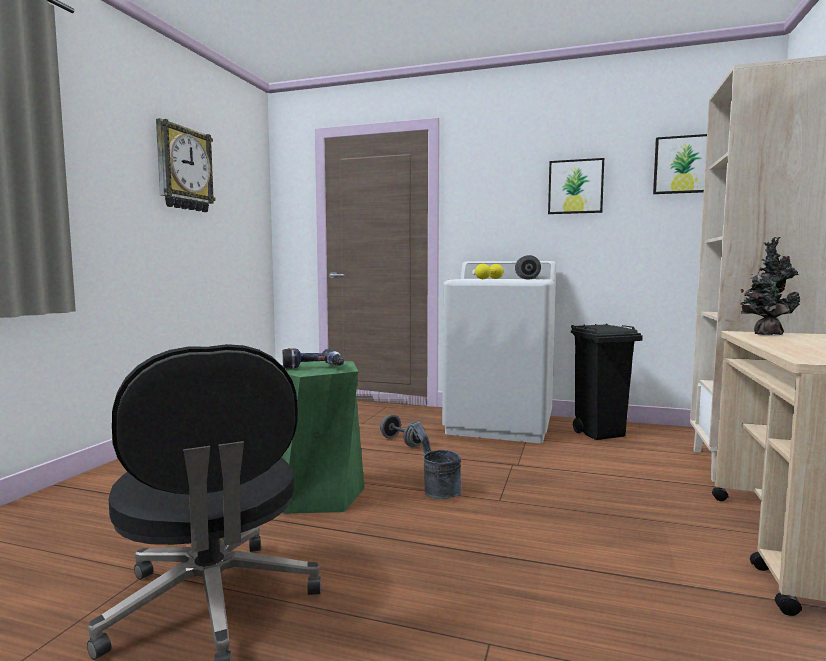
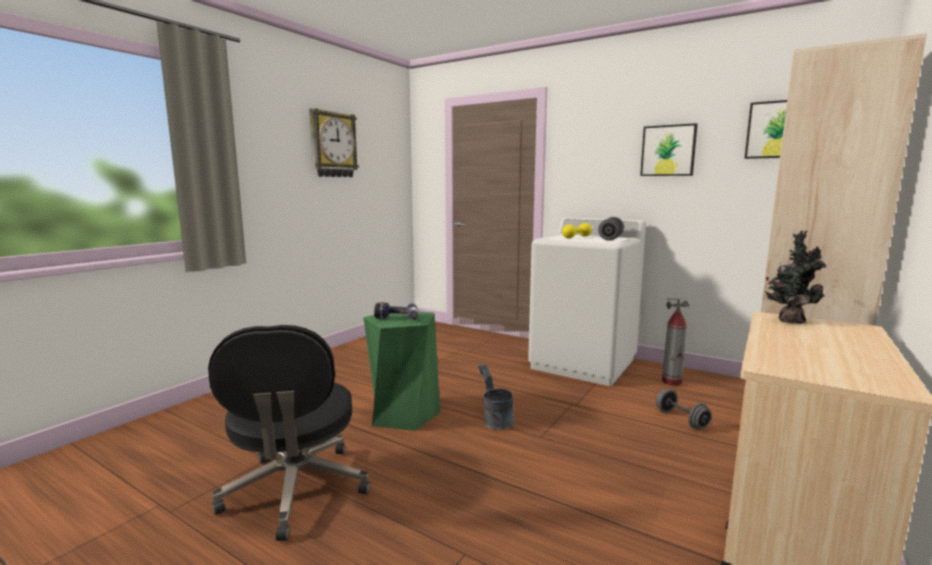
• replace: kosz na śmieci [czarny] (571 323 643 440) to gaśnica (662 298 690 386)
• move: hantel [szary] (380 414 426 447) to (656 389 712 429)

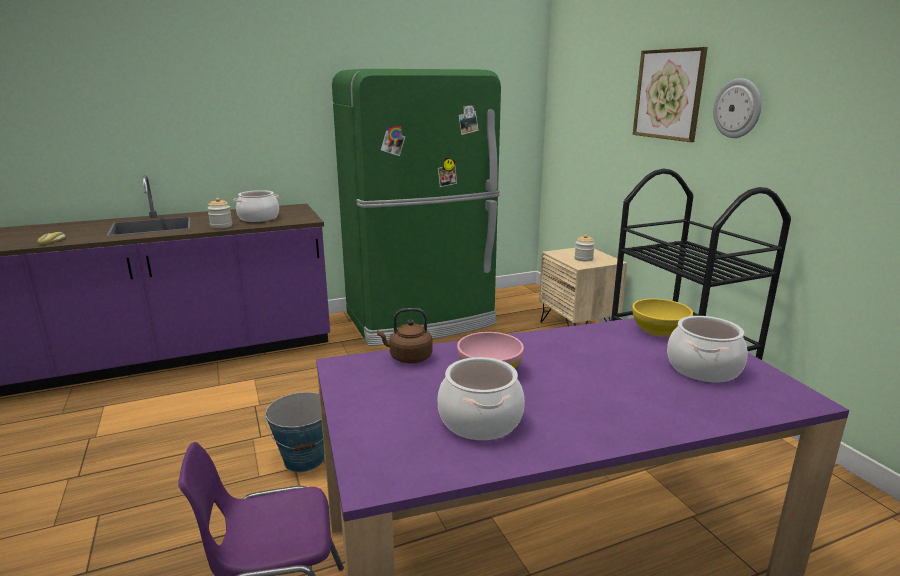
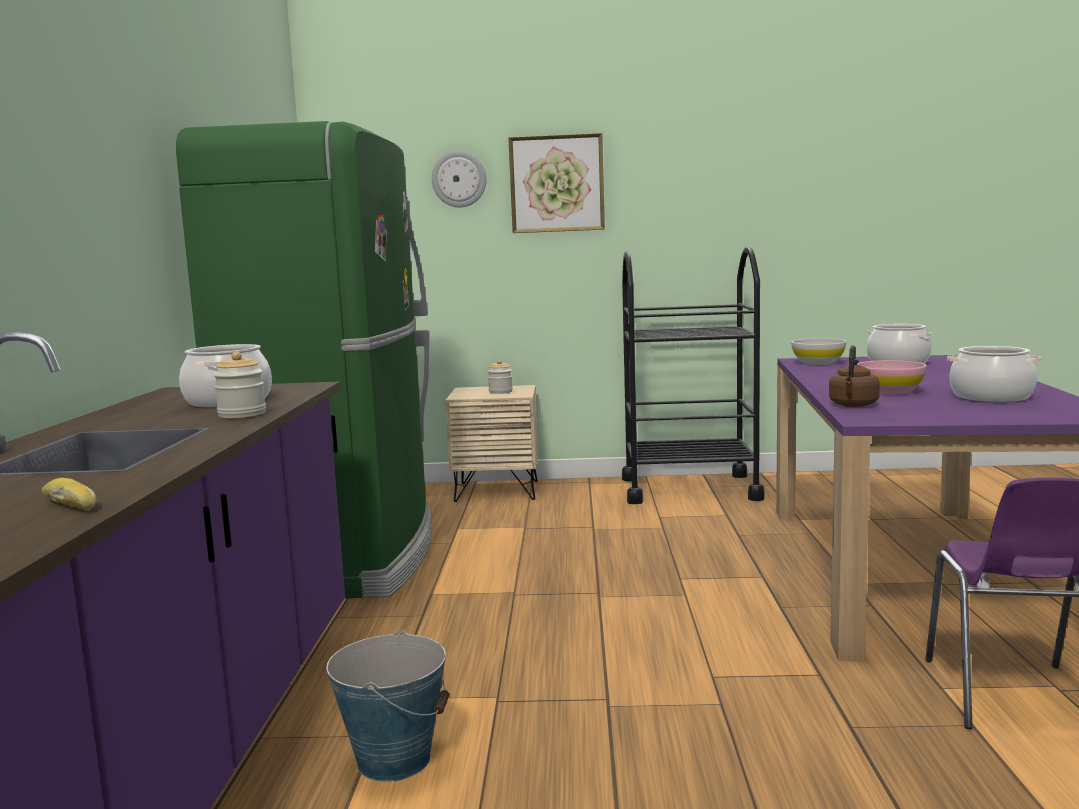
• move: zegar ścienny (713 78 761 138) to (432 151 487 207)
• recolor: miska [żółty] (632 299 693 337) to miska [biały] (791 338 846 365)
• move: wiadro (265 392 324 472) to (326 629 450 782)

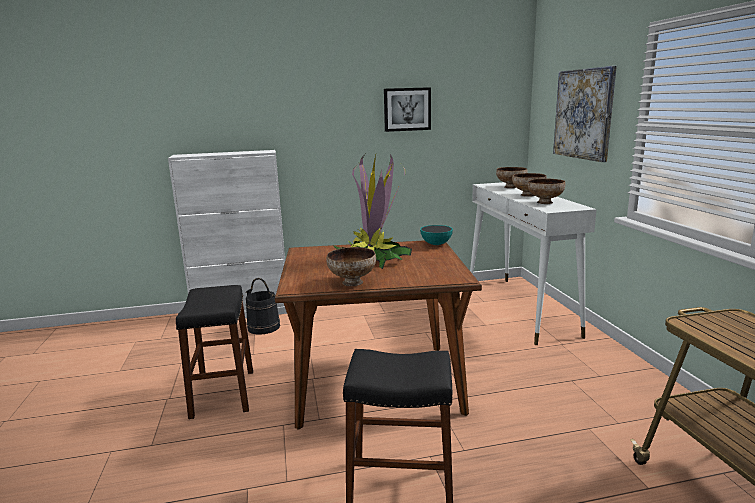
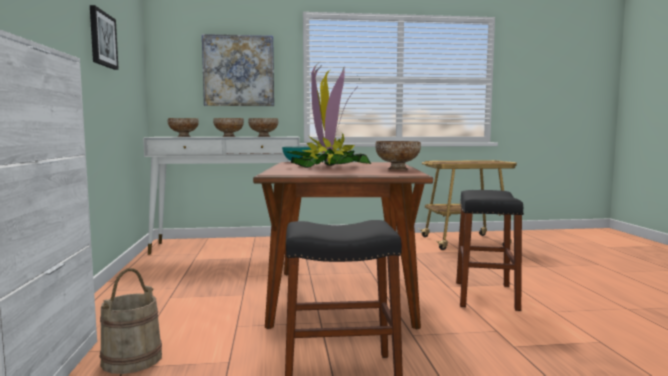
• recolor: wiadro [czarny] (246 278 280 335) to wiadro [beżowy] (100 268 162 374)

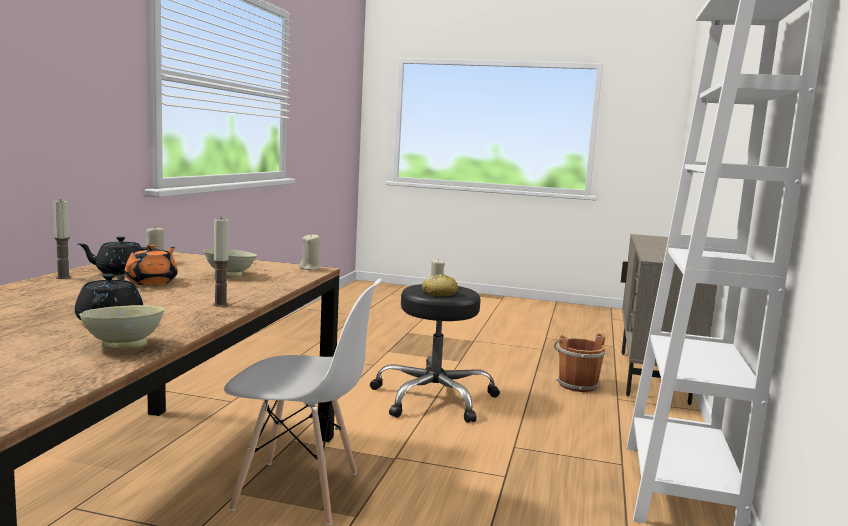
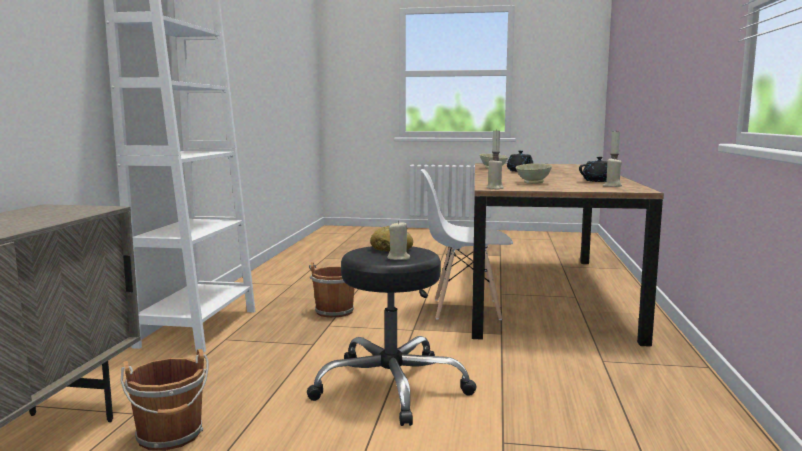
• delete: imbryk [pomarańczowy] (124 244 178 285)
• insert: wiadro [brązowy] (309 262 354 318)

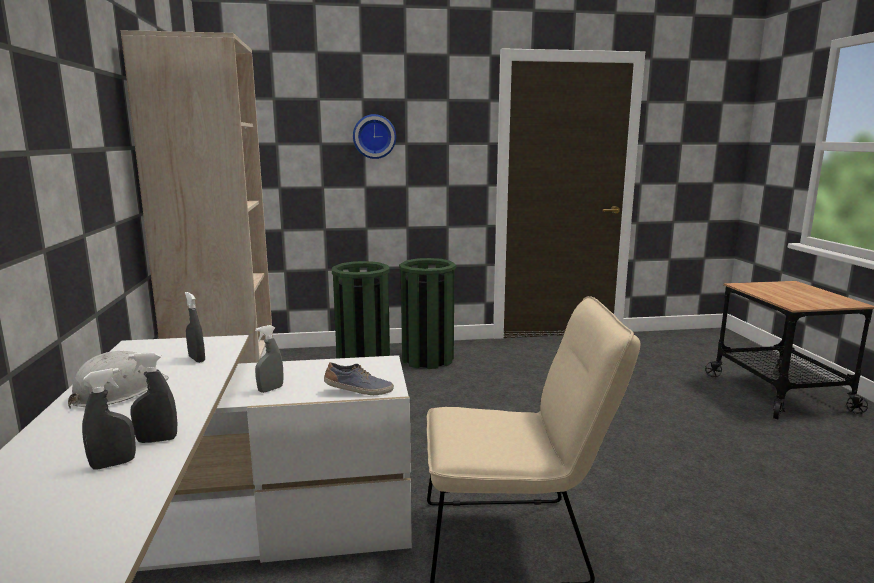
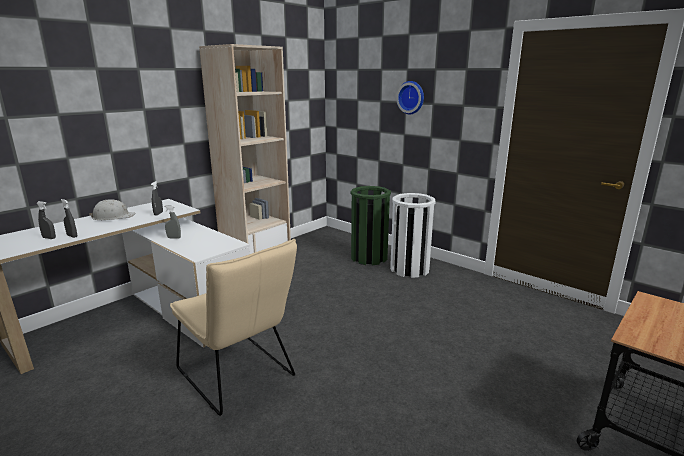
• recolor: kosz na śmieci [zielony] (399 258 456 369) to kosz na śmieci [biały] (390 193 436 278)
• delete: but (324 362 394 395)

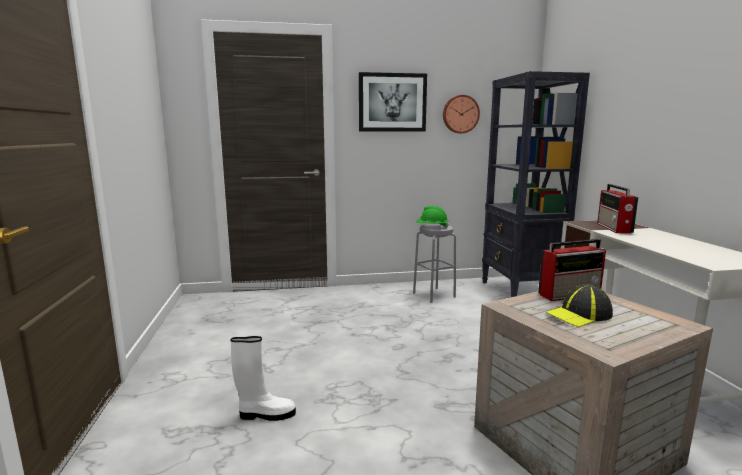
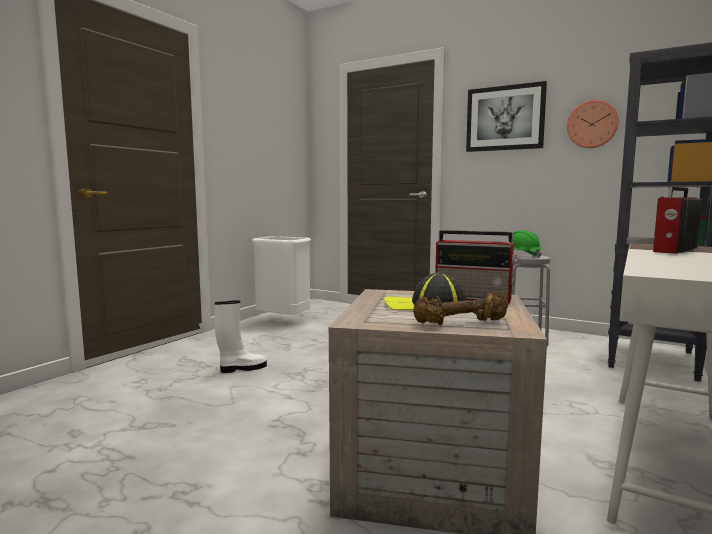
• rotate: but z cholewką [biały] (231 336 296 421) = (215 300 267 373) 60 degrees counterclockwise
• insert: kosz na śmieci [biały] (252 236 311 315)
• insert: hantel [brązowy] (413 292 508 325)

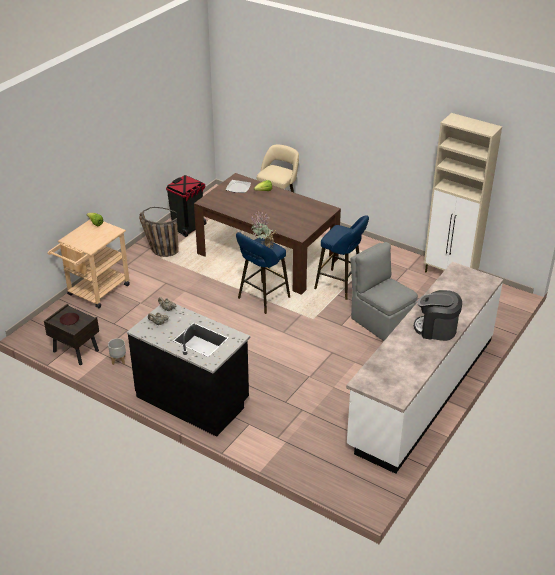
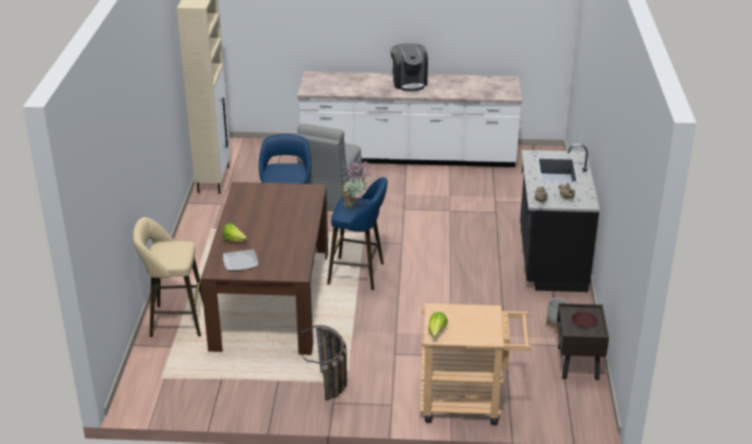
• delete: kosz na śmieci [czarny] (166 175 207 237)

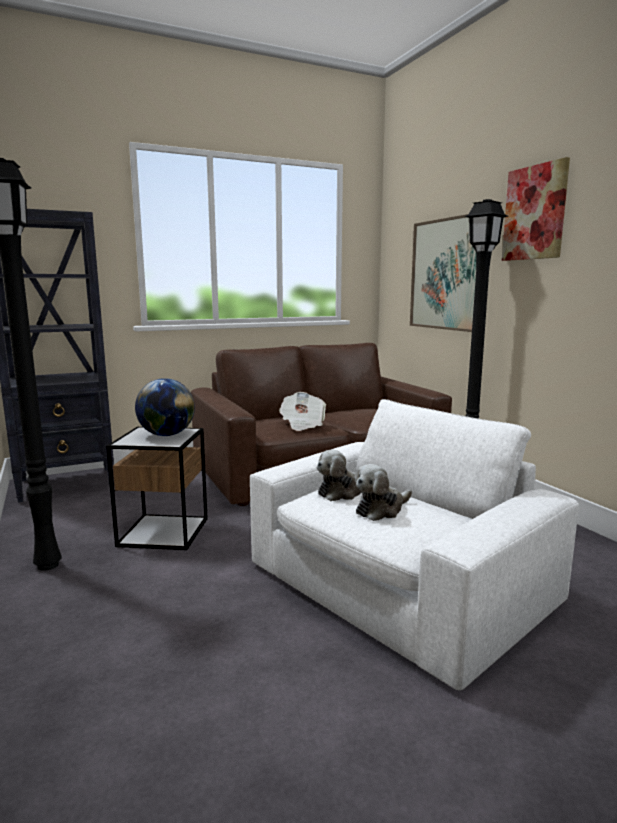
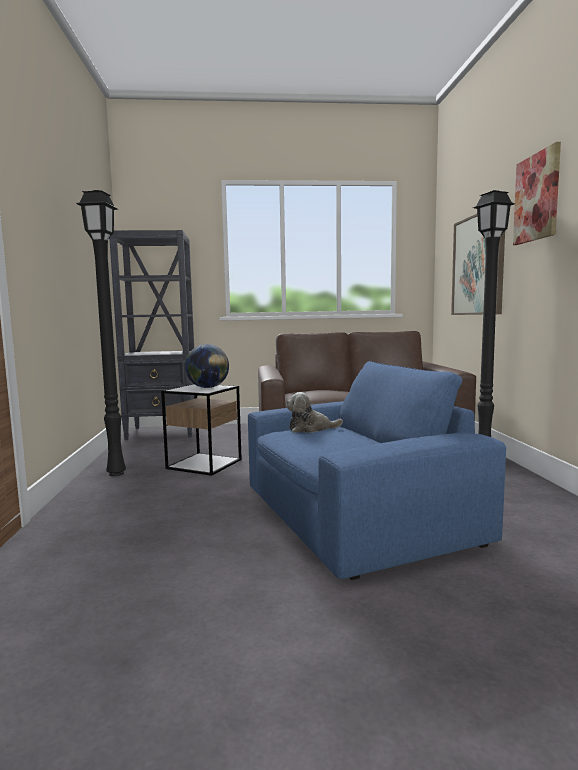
• delete: gazeta (279 392 326 431)
• recolor: fotel [biały] (250 399 579 690) to fotel [niebieski] (248 361 506 580)
• delete: pluszak (355 464 412 521)

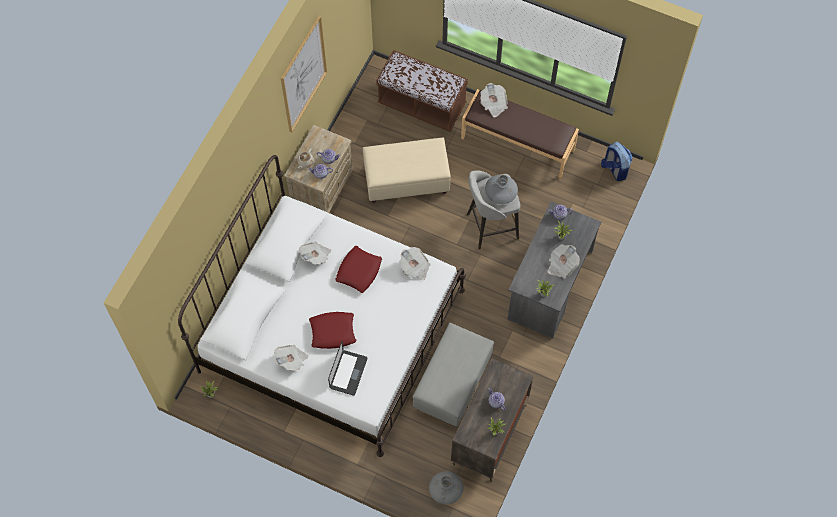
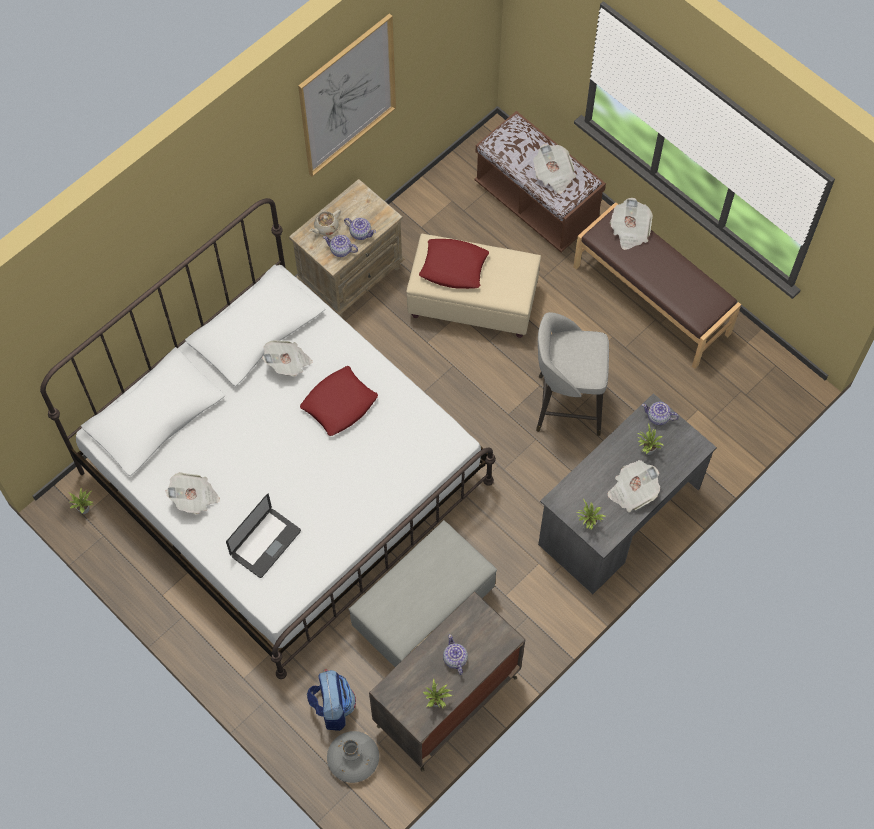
• move: plecak (601 142 633 181) to (307 669 356 731)
• delete: wazon [szary] (485 175 518 204)
• move: gazeta (399 247 430 281) to (533 144 576 194)
• move: poduszka [czerwony] (309 312 356 349) to (419 239 489 289)

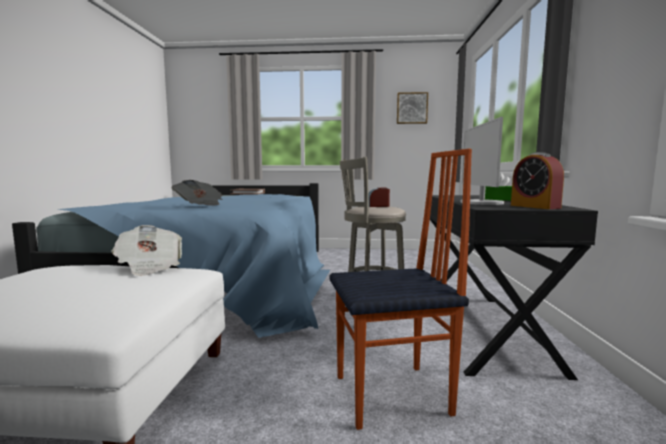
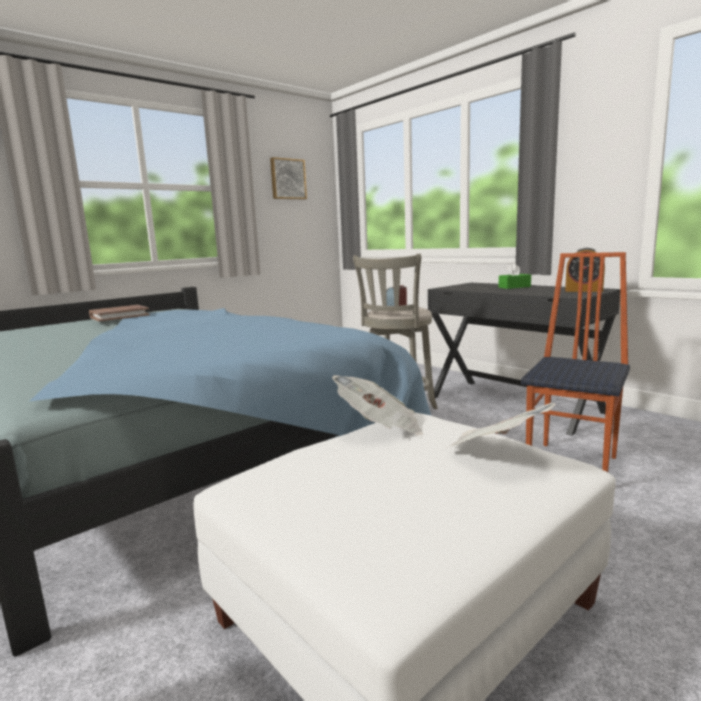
• delete: monitor (460 117 504 205)
• move: gazeta (172 180 223 206) to (446 402 555 448)

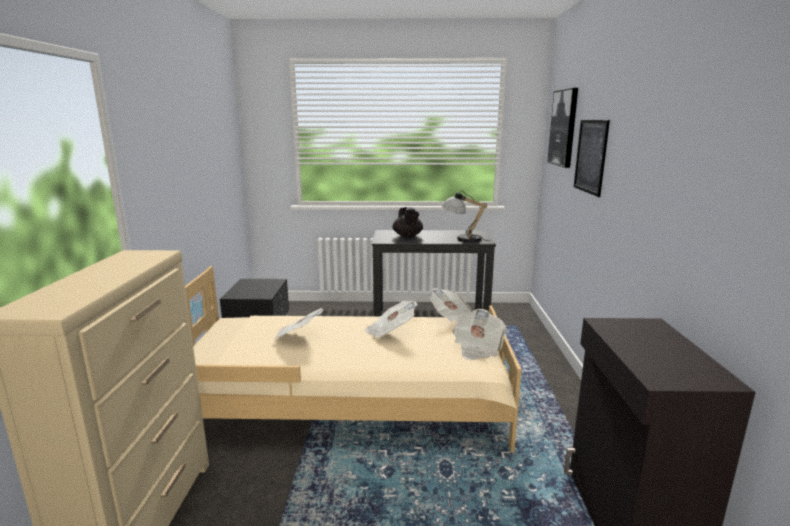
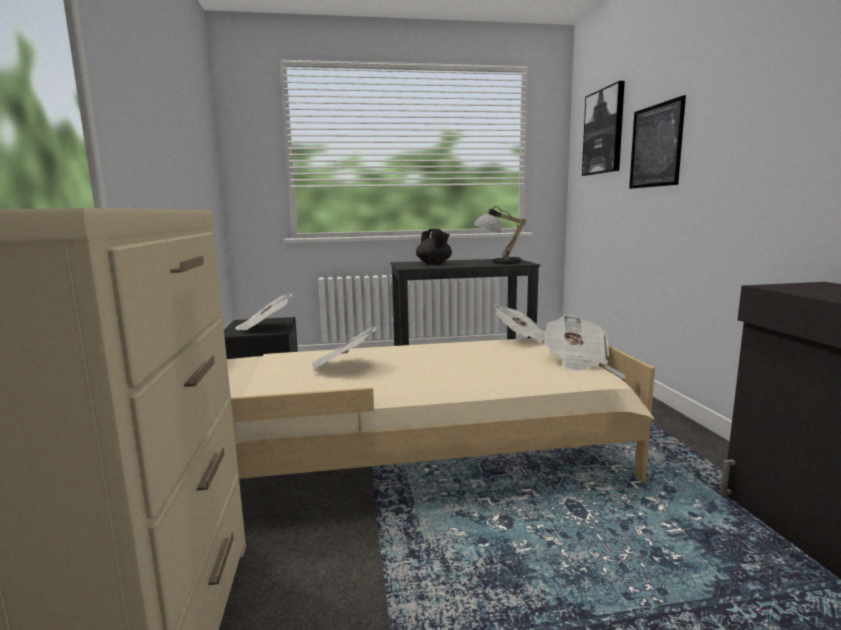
• move: gazeta (365 301 418 338) to (235 294 293 331)

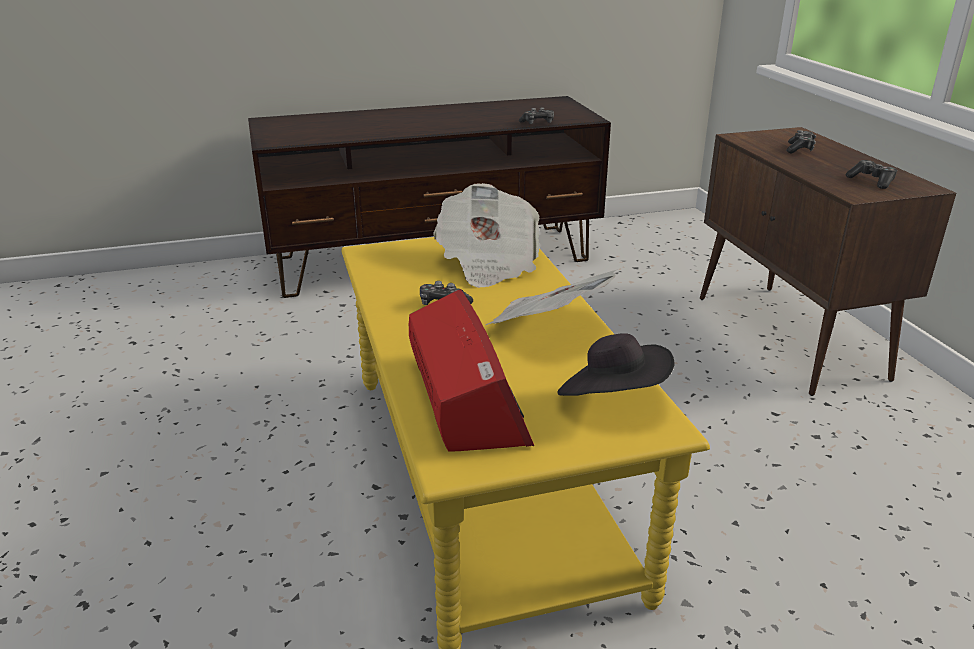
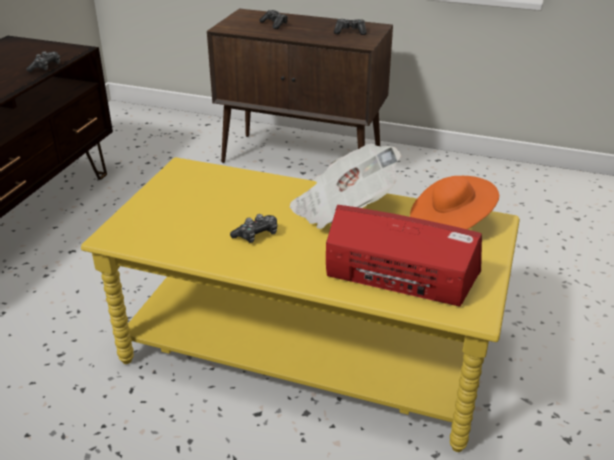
• delete: gazeta (433 183 540 288)
• recolor: kapelusz [czarny] (557 333 674 396) to kapelusz [pomarańczowy] (410 176 499 229)

